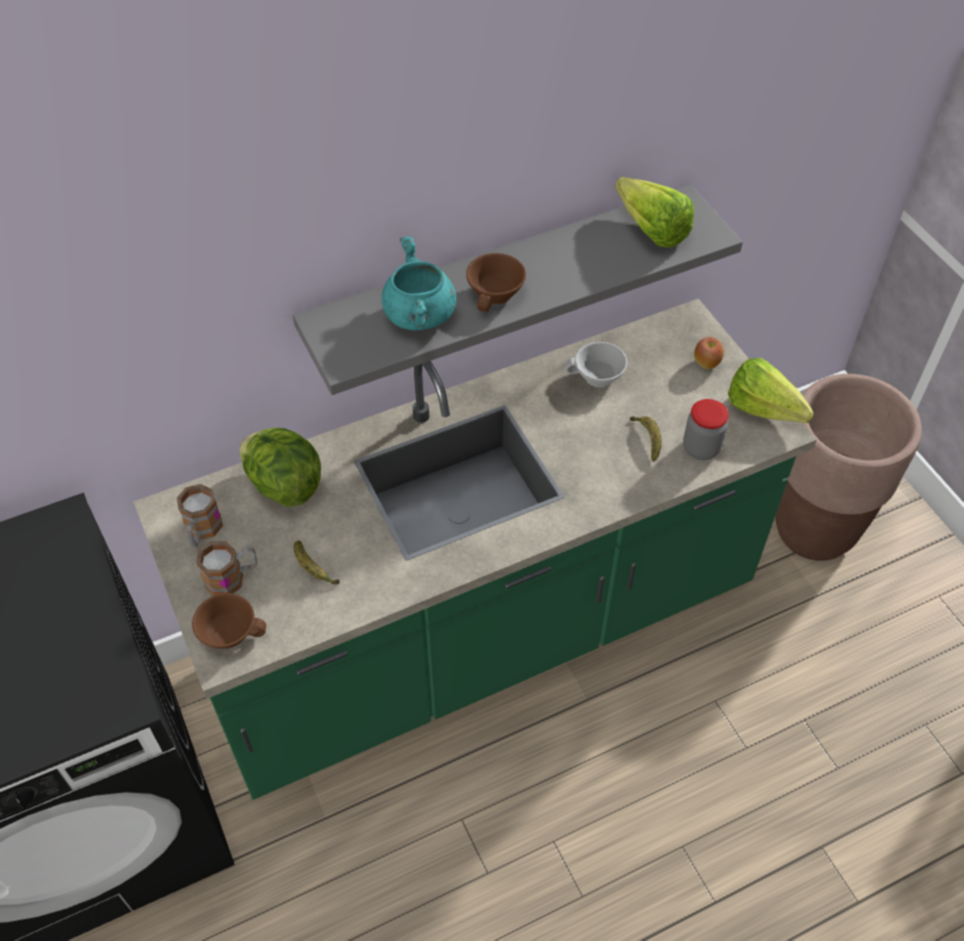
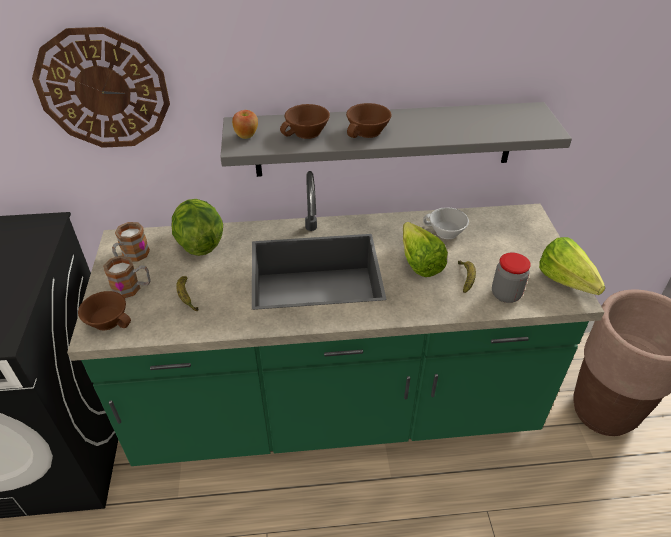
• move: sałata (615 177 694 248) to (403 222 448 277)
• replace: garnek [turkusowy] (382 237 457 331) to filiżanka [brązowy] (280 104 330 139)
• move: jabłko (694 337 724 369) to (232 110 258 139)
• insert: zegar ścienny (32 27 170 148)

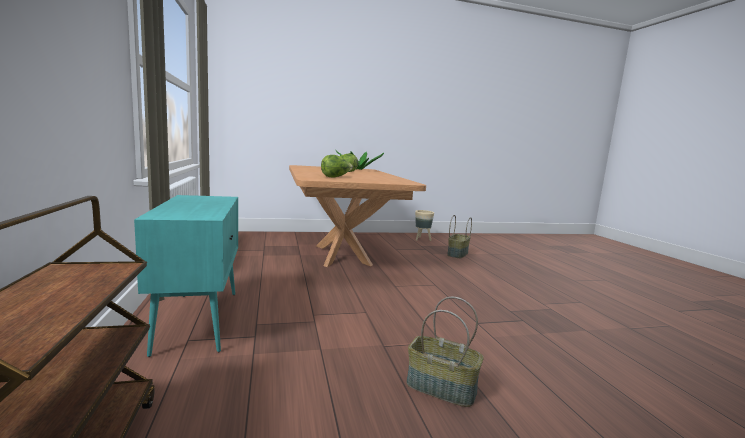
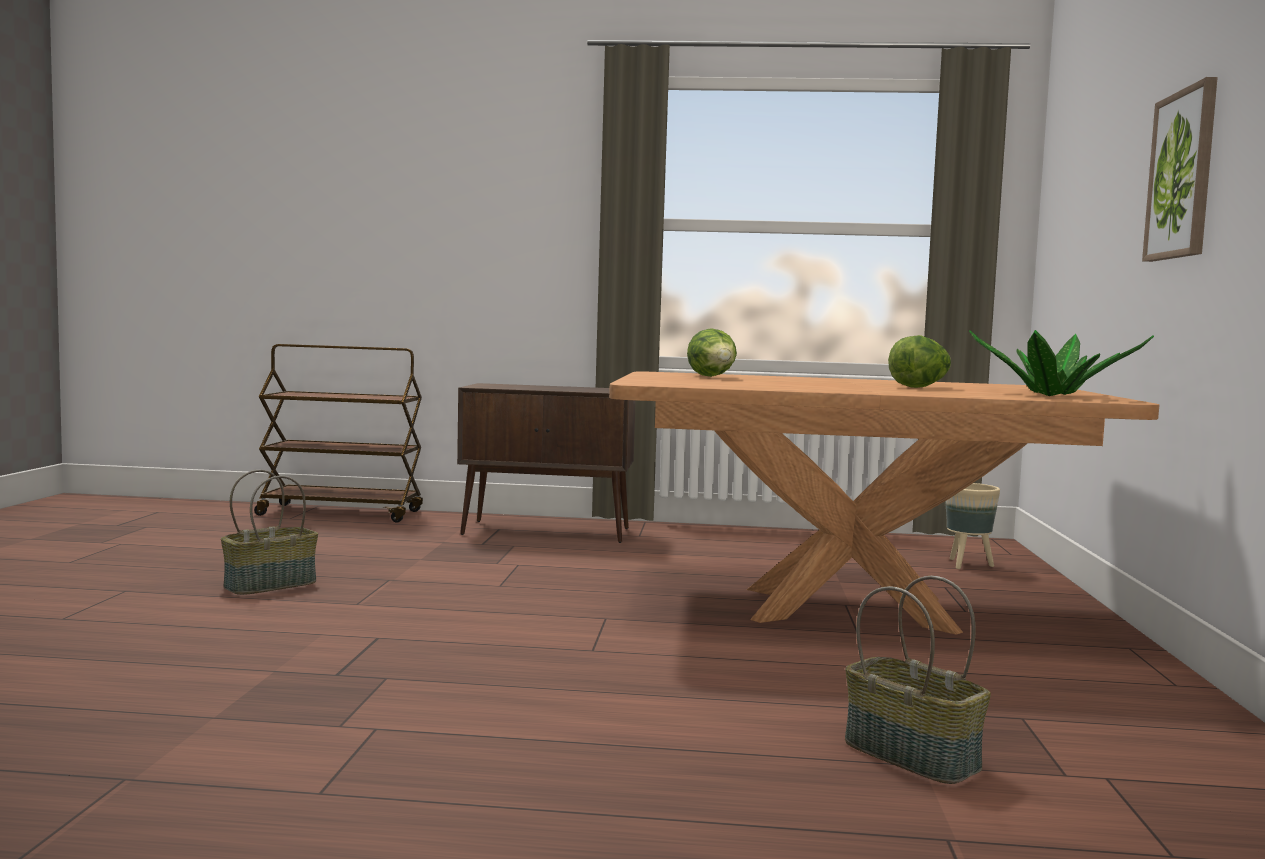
• recolor: szafka [turkusowy] (134 195 238 357) to szafka [brązowy] (457 383 636 543)
• move: donica [beżowy] (415 210 434 241) to (945 483 1000 569)
• insert: obraz (1142 77 1218 262)

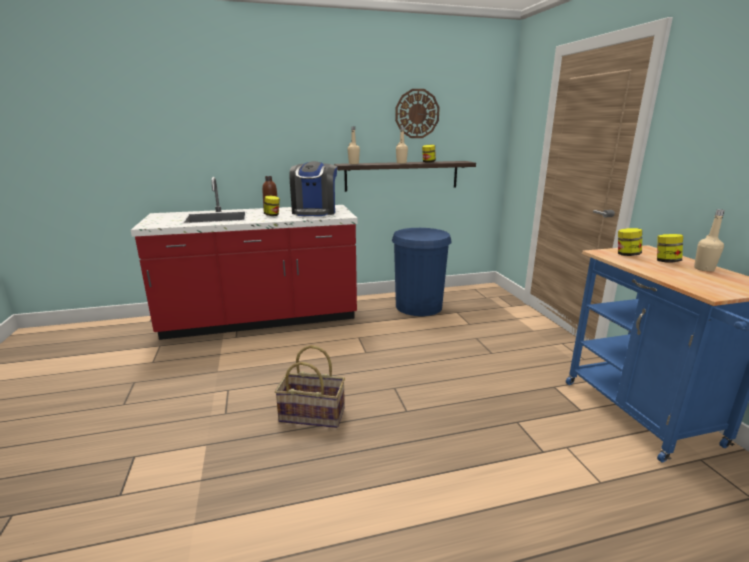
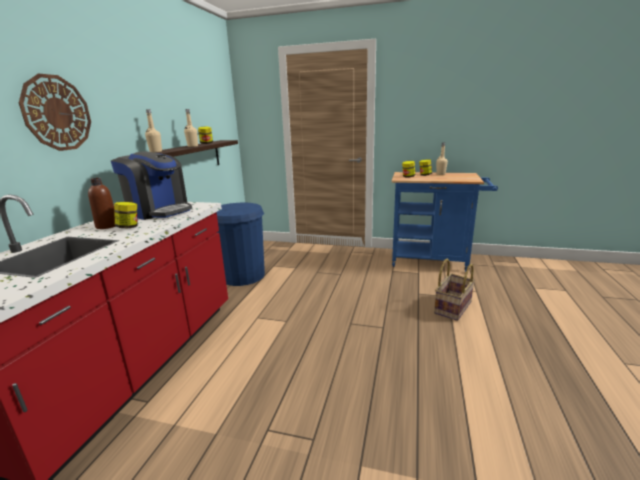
• move: zegar ścienny (395 89 440 138) to (19 74 91 151)
• move: koszyk (275 345 345 428) to (434 259 475 321)

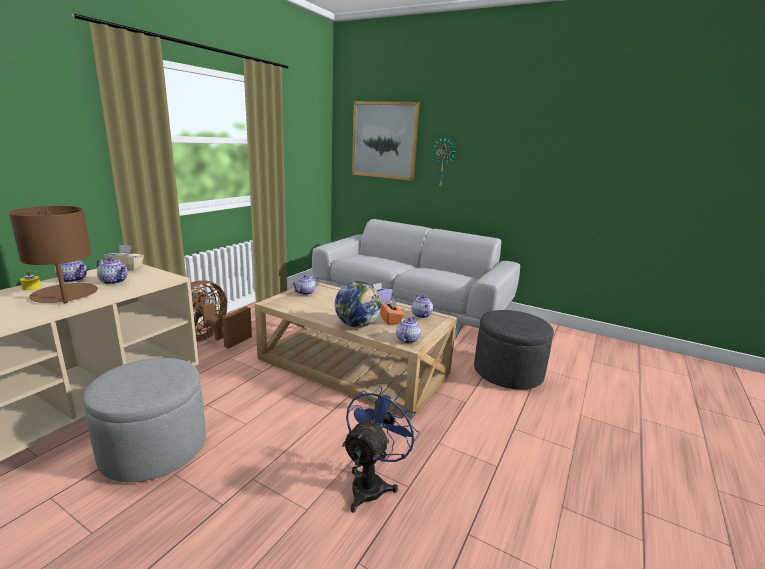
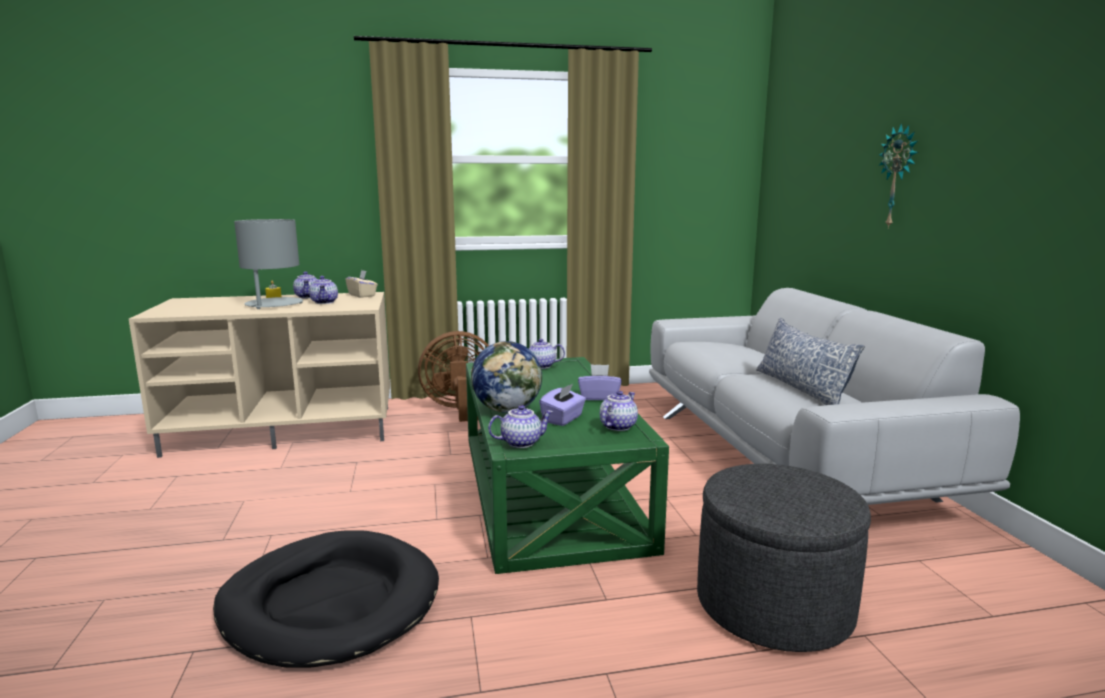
• delete: obraz (352 101 420 181)
• recolor: lampa stołowa [brązowy] (9 206 98 303) to lampa stołowa [szary] (234 219 303 309)
• recolor: ława [beżowy] (255 281 457 418) to ława [zielony] (466 357 669 574)
• recolor: pudełko chusteczek [pomarańczowy] (380 299 404 325) to pudełko chusteczek [fioletowy] (539 384 586 426)
• delete: pufa [szary] (83 358 206 482)
• replace: wentylator [niebieski] (342 386 420 513) to legowisko [czarny] (213 530 439 668)
• insert: poduszka (756 318 865 405)

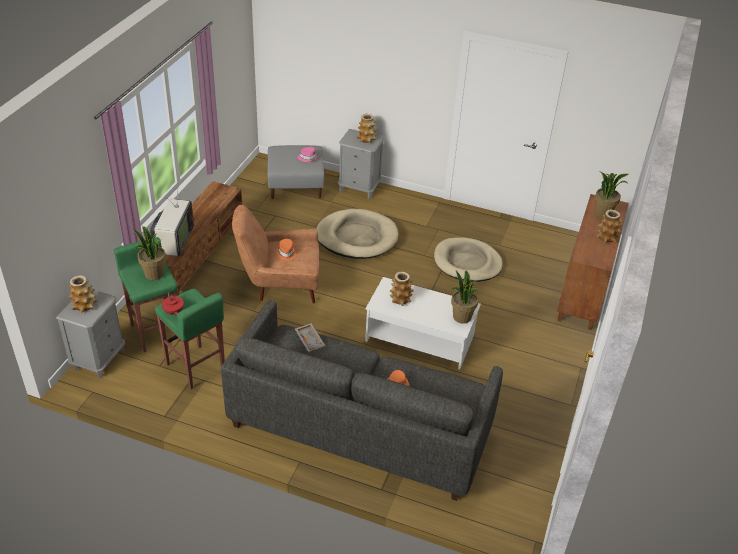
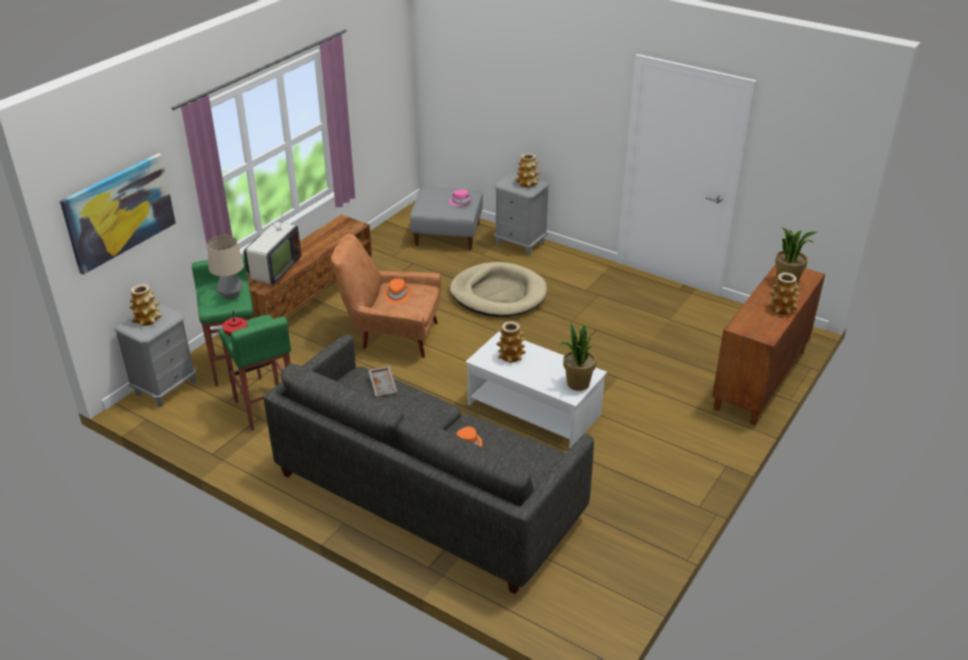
• replace: roślina doniczkowa (133 226 166 280) to lampa stołowa (207 236 244 300)
• delete: legowisko [beżowy] (434 237 503 282)
• insert: obraz (60 153 176 275)

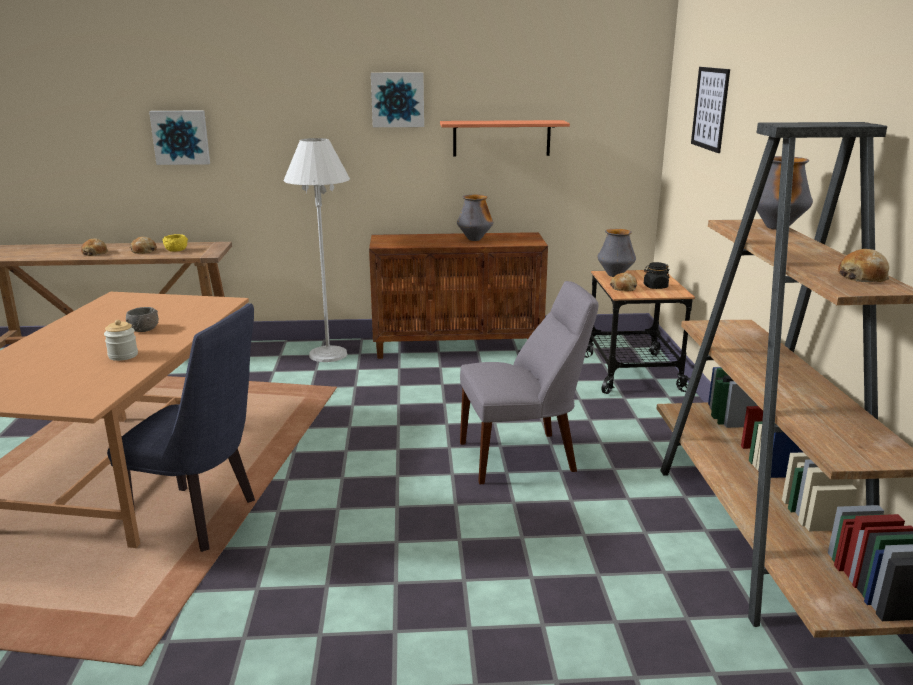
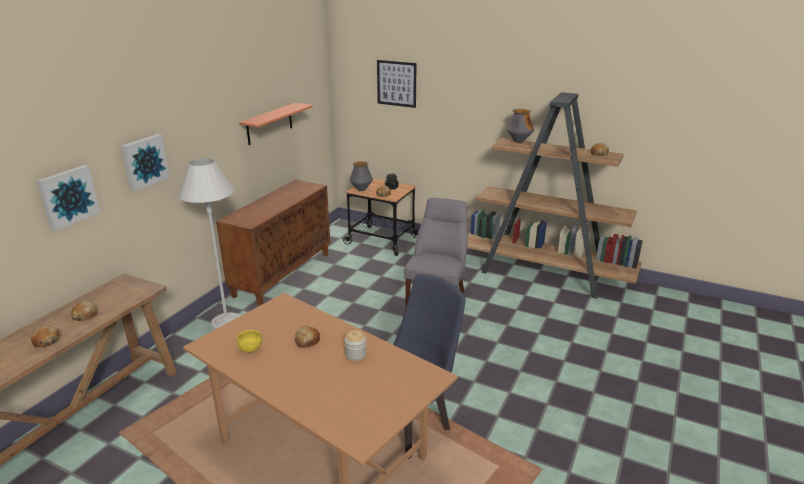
• move: obraz (371 73 424 127) to (121 134 170 192)
• delete: wazon (457 194 493 241)
• move: miska [żółty] (162 234 188 252) to (237 330 262 353)
• replace: miska [szary] (126 307 159 332) to chleb (294 326 320 348)

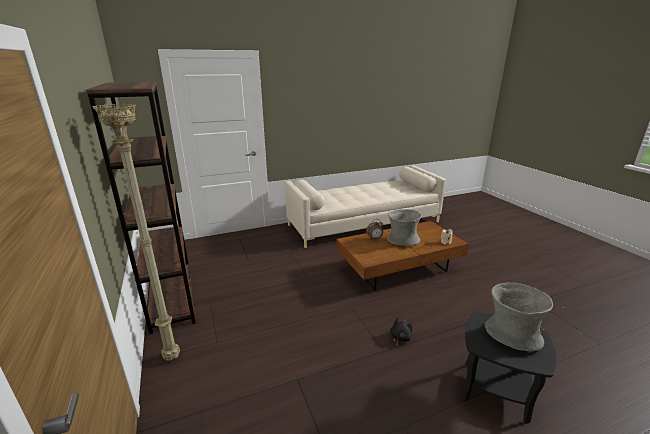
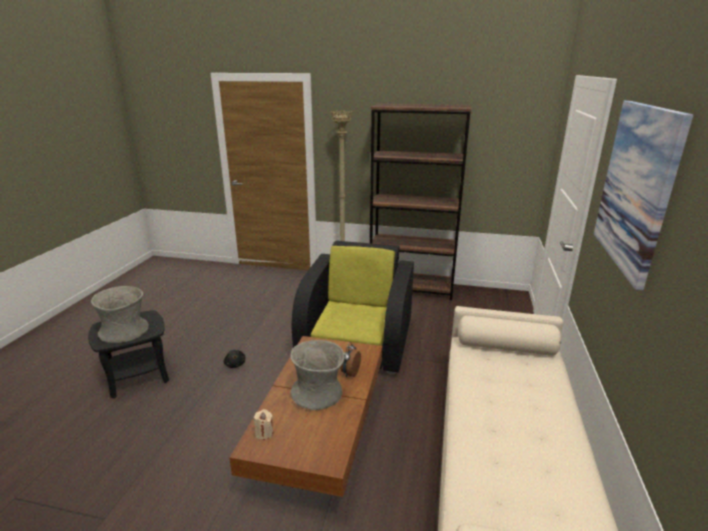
• insert: obraz (594 100 693 290)
• insert: fotel [czarny] (292 241 414 375)

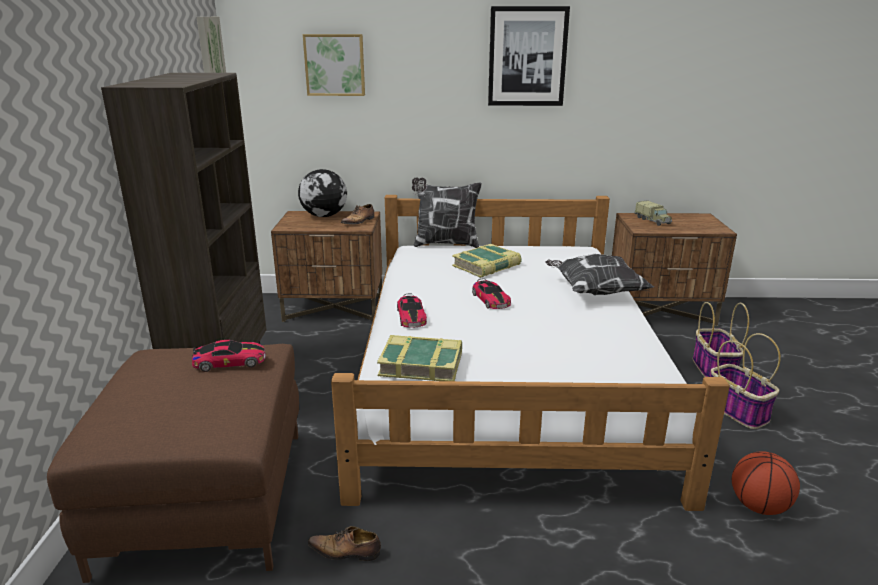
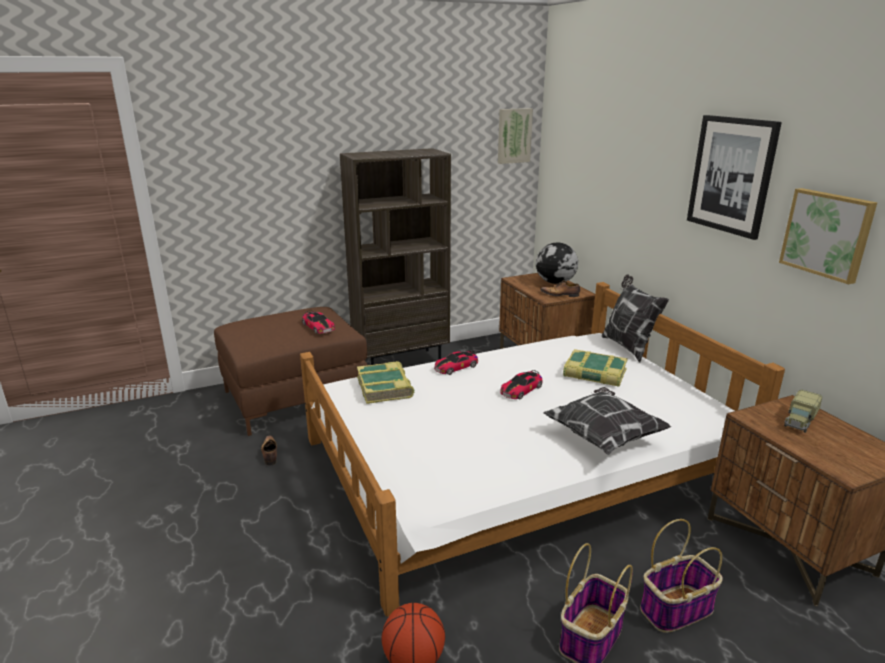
• move: obraz (303 34 365 96) to (779 188 877 284)

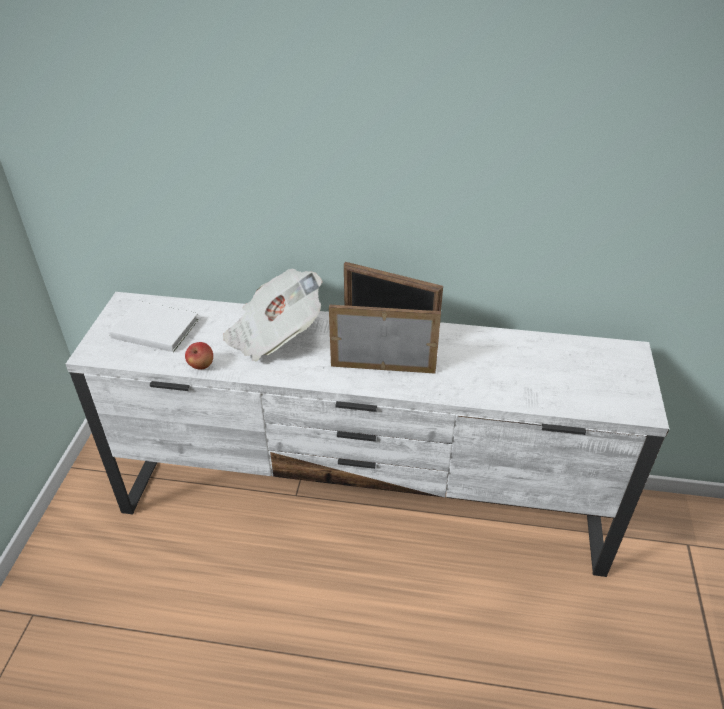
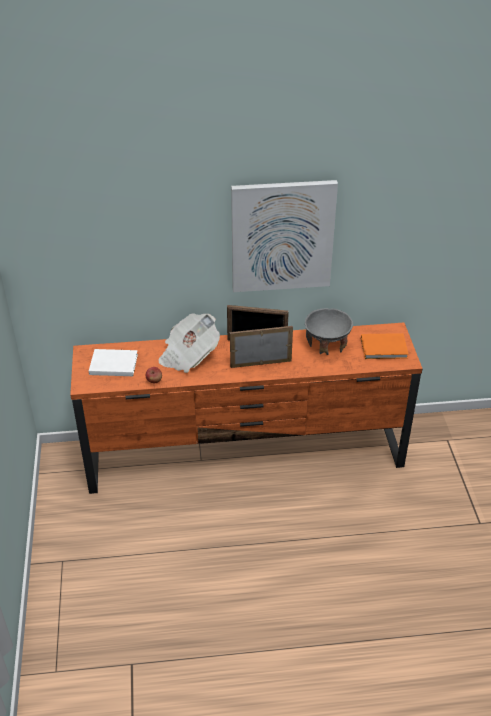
• recolor: szafka pod telewizor [biały] (66 292 669 577) to szafka pod telewizor [pomarańczowy] (70 323 423 494)
• insert: obraz (231 180 338 292)
• insert: miska [szary] (305 308 353 355)
• insert: książka [pomarańczowy] (361 333 409 359)

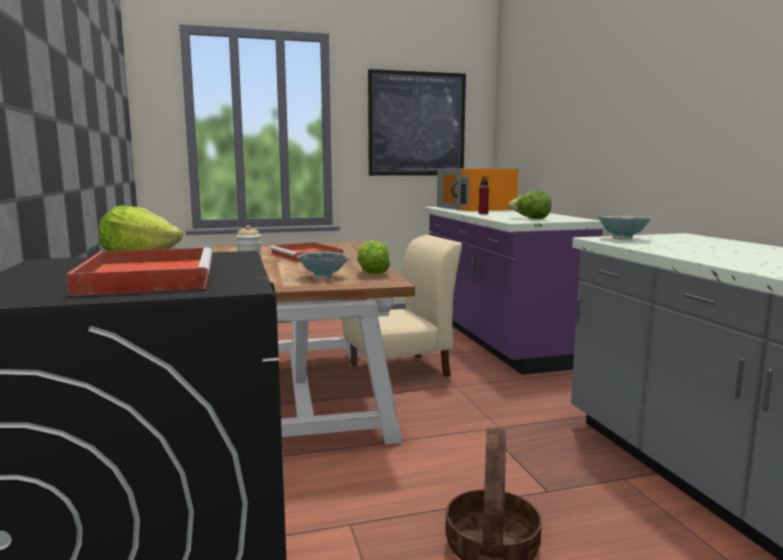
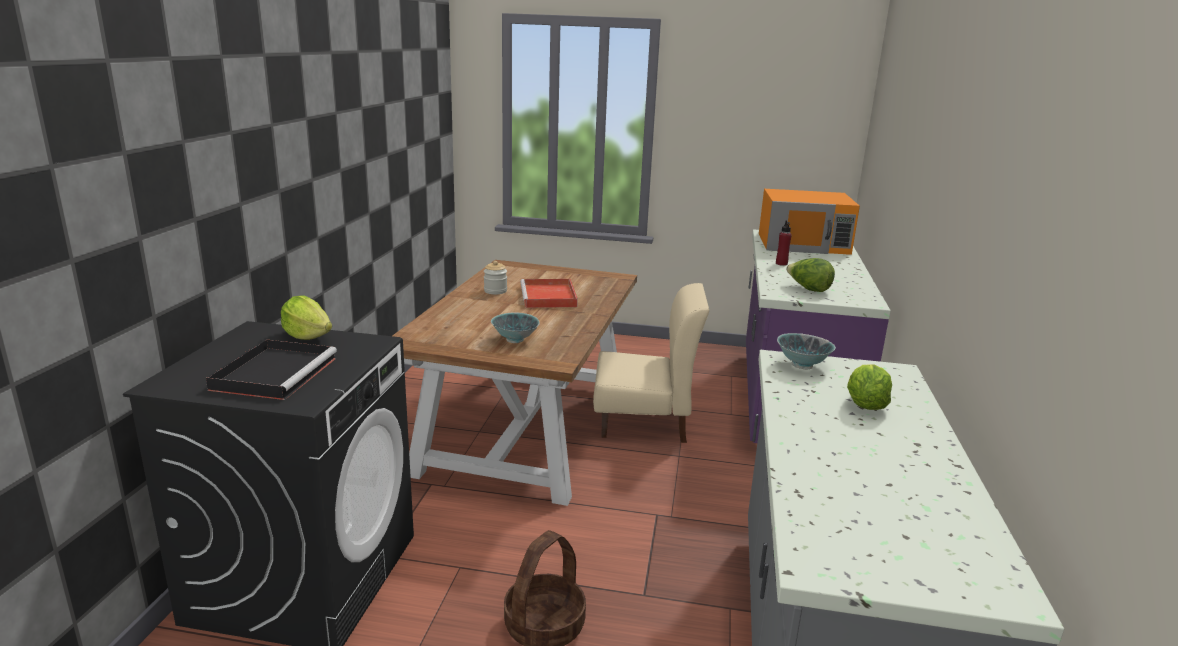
• delete: obraz (368 69 466 176)
• rotate: mikrofalówka [pomarańczowy] (437 169 518 211) = (759 189 860 255) 90 degrees counterclockwise
• move: sałata (357 240 390 274) to (847 364 892 410)
• recolor: taca [czerwony] (67 247 212 296) to taca [czarny] (206 339 337 400)

